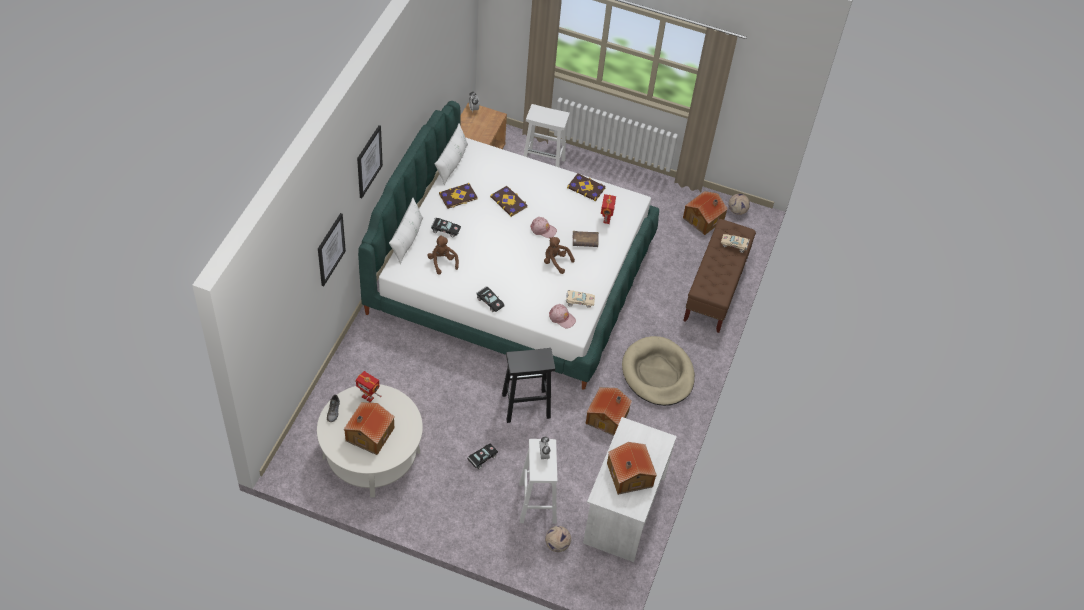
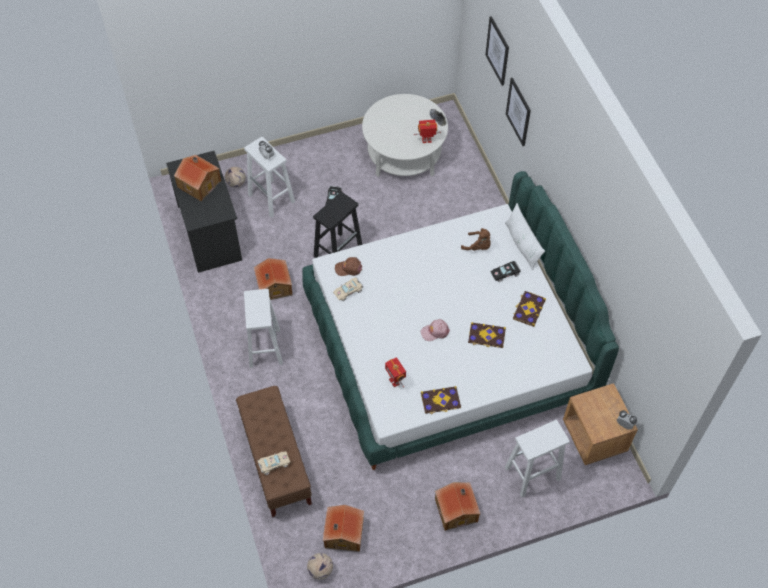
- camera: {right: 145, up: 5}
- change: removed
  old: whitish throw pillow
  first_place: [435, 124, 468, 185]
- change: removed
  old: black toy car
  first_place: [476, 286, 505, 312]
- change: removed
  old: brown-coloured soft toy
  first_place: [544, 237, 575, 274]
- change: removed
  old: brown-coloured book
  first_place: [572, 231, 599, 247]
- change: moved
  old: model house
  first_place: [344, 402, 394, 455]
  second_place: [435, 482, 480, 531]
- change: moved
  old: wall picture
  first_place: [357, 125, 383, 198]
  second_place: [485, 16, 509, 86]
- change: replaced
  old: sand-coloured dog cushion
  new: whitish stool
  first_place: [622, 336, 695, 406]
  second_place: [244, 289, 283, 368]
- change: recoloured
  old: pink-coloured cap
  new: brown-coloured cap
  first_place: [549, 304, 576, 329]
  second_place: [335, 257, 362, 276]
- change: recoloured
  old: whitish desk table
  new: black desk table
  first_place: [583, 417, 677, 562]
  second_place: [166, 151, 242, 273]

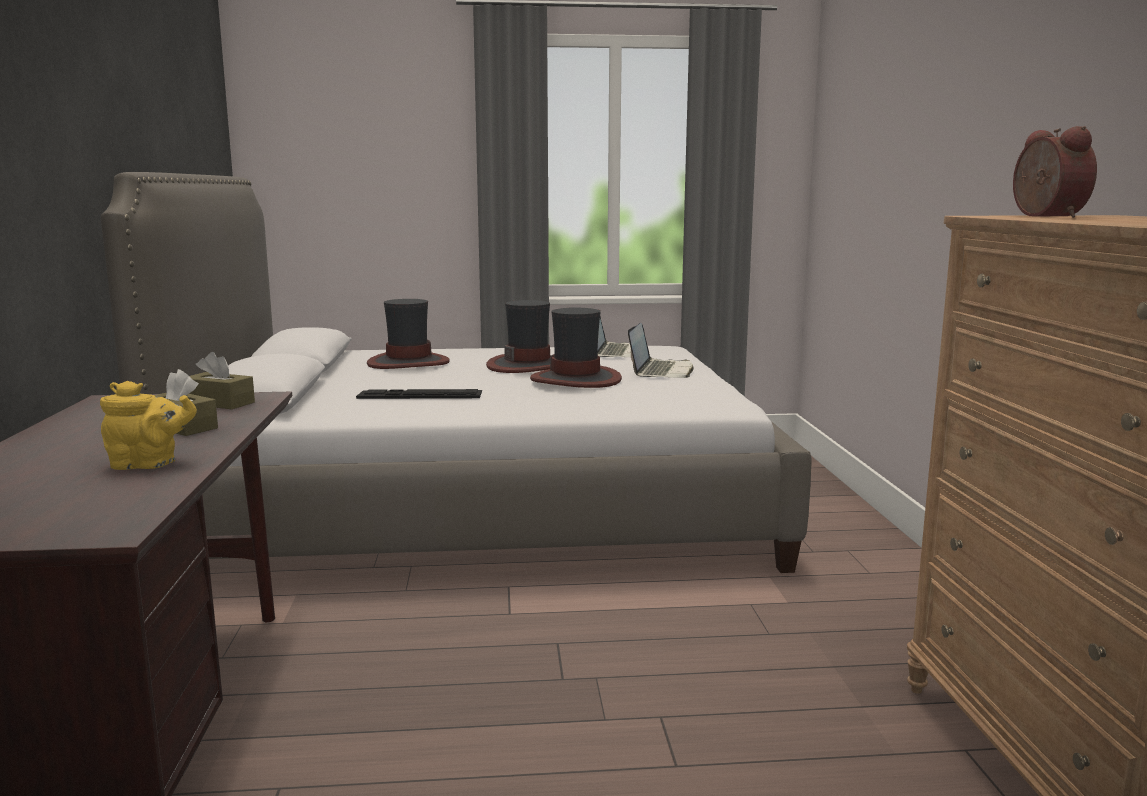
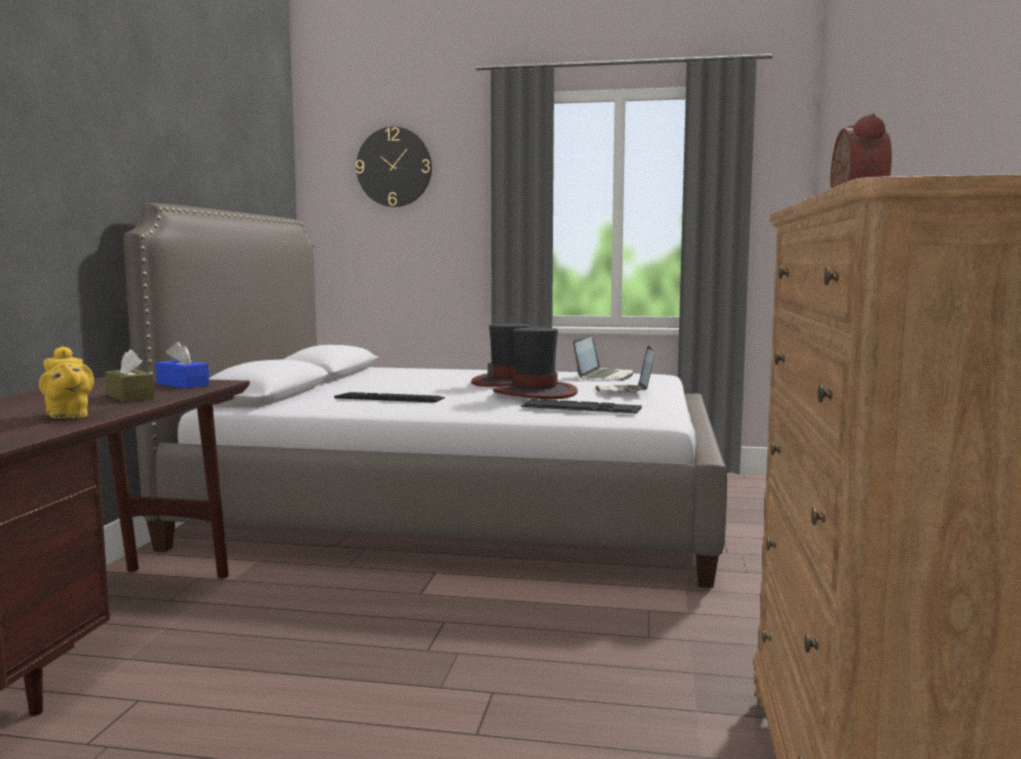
- camera: {right: 15, up: -5}
- change: removed
  old: wearable hat
  first_place: [367, 299, 450, 369]
- change: added
  new: wall clock
  second_place: [356, 127, 432, 207]
- change: added
  new: PC keyboard
  second_place: [521, 399, 642, 413]
- change: recoloured
  old: brown-coloured box of tissues
  new: bluish box of tissues
  first_place: [189, 352, 255, 409]
  second_place: [156, 342, 209, 389]
- change: turned
  old: yellowish tea pot
  first_place: [100, 381, 197, 470]
  second_place: [39, 346, 94, 418]
  degrees: 45
- change: turned
  old: portable computer
  first_place: [628, 323, 694, 378]
  second_place: [595, 346, 655, 392]
  degrees: 150

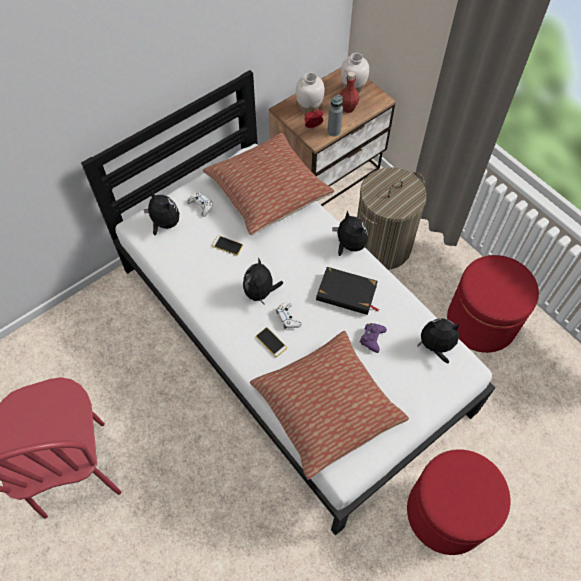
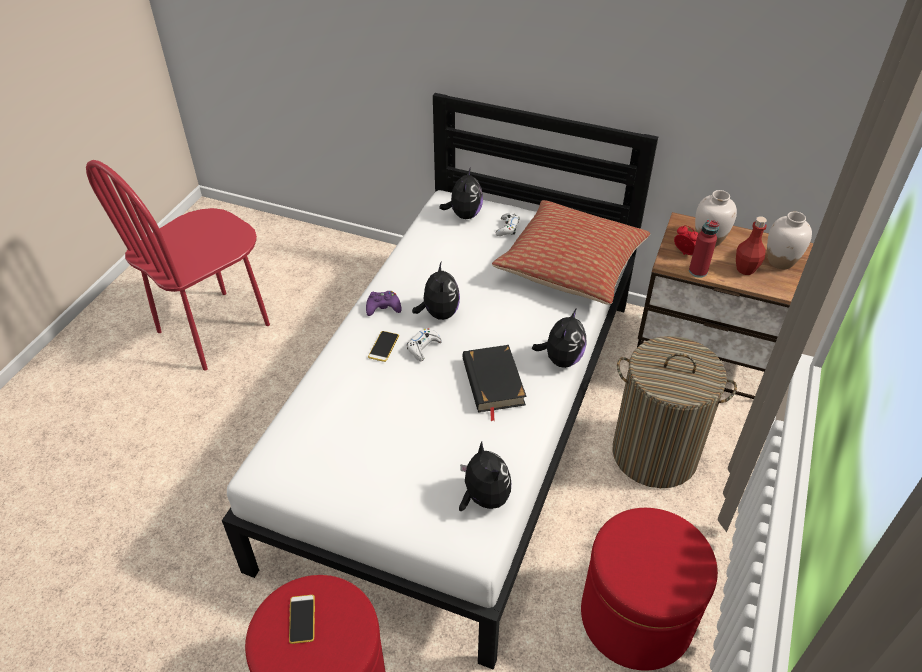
- camera: {right: 60, up: -15}
- change: removed
  old: throw pillow
  first_place: [250, 331, 409, 480]
- change: moved
  old: handset
  first_place: [212, 235, 243, 255]
  second_place: [289, 595, 315, 644]
- change: moved
  old: purple-coloured game controller
  first_place: [360, 323, 387, 353]
  second_place: [366, 291, 402, 316]
- change: recoloured
  old: grey drink bottle
  new: reddish drink bottle
  first_place: [327, 95, 343, 136]
  second_place: [689, 220, 719, 278]
- change: turned
  old: soft toy
  first_place: [243, 257, 283, 305]
  second_place: [412, 262, 460, 320]
  degrees: 105

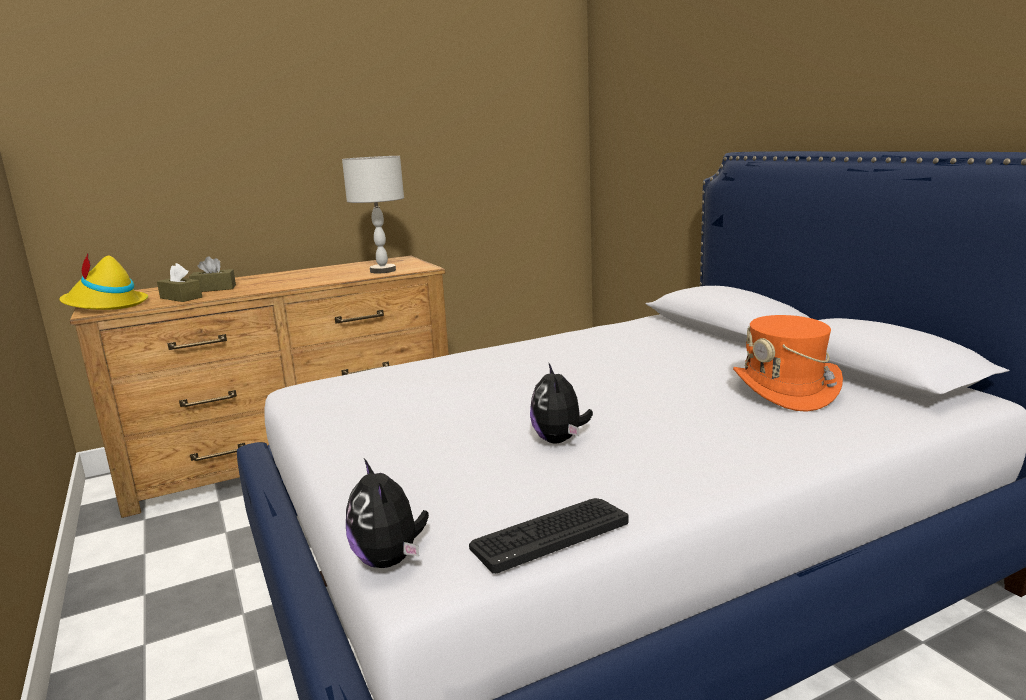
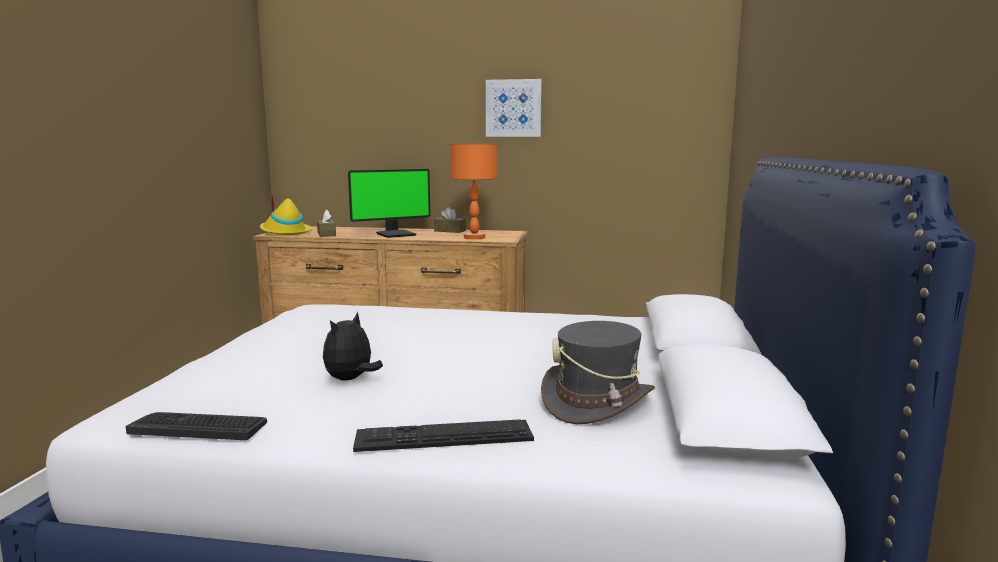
- camera: {right: 35, up: -5}
- change: removed
  old: soft toy
  first_place: [346, 459, 429, 568]
- change: added
  new: computer screen
  second_place: [348, 169, 430, 238]
- change: added
  new: PC keyboard
  second_place: [353, 419, 534, 452]
- change: added
  new: wall picture
  second_place: [486, 79, 542, 137]
- change: moved
  old: brown-coloured box of tissues
  first_place: [189, 256, 236, 292]
  second_place: [434, 207, 466, 233]
- change: recoloured
  old: grey lamp for a table
  new: orange lamp for a table
  first_place: [342, 156, 404, 274]
  second_place: [450, 144, 498, 239]
- change: recoloured
  old: orange wearable hat
  new: grey wearable hat
  first_place: [733, 315, 843, 412]
  second_place: [541, 321, 655, 424]

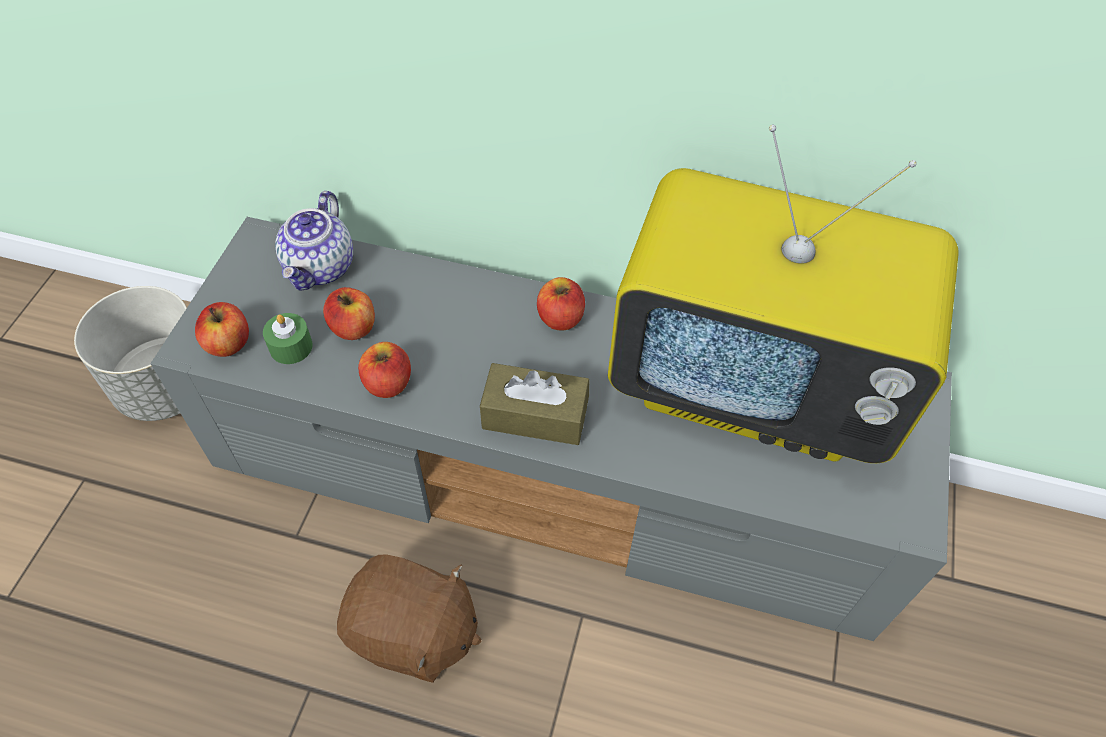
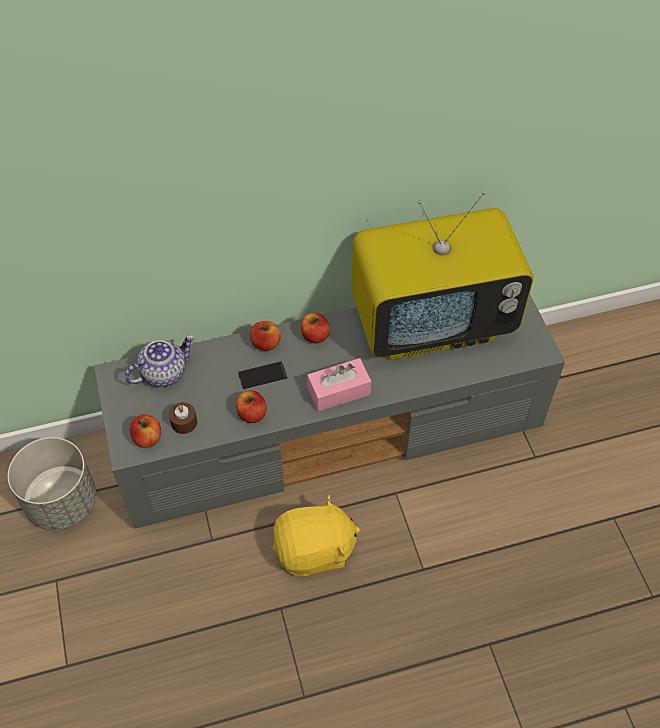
- camera: {right: -30, up: 0}
- change: added
  new: handset
  second_place: [238, 361, 288, 389]
- change: moved
  old: apple fruit
  first_place: [323, 287, 375, 340]
  second_place: [250, 321, 281, 351]
- change: recoloured
  old: green-coloured wax candle
  new: brown-coloured wax candle
  first_place: [263, 313, 313, 364]
  second_place: [169, 402, 197, 434]
- change: recoloured
  old: brown-coloured soft toy
  new: yellowish soft toy
  first_place: [337, 554, 481, 683]
  second_place: [273, 495, 360, 577]
- change: recoloured
  old: brown-coloured box of tissues
  new: pink-coloured box of tissues
  first_place: [480, 363, 589, 445]
  second_place: [307, 358, 371, 412]
- change: turned
  old: tea pot
  first_place: [275, 191, 353, 291]
  second_place: [125, 335, 195, 387]
  degrees: -105

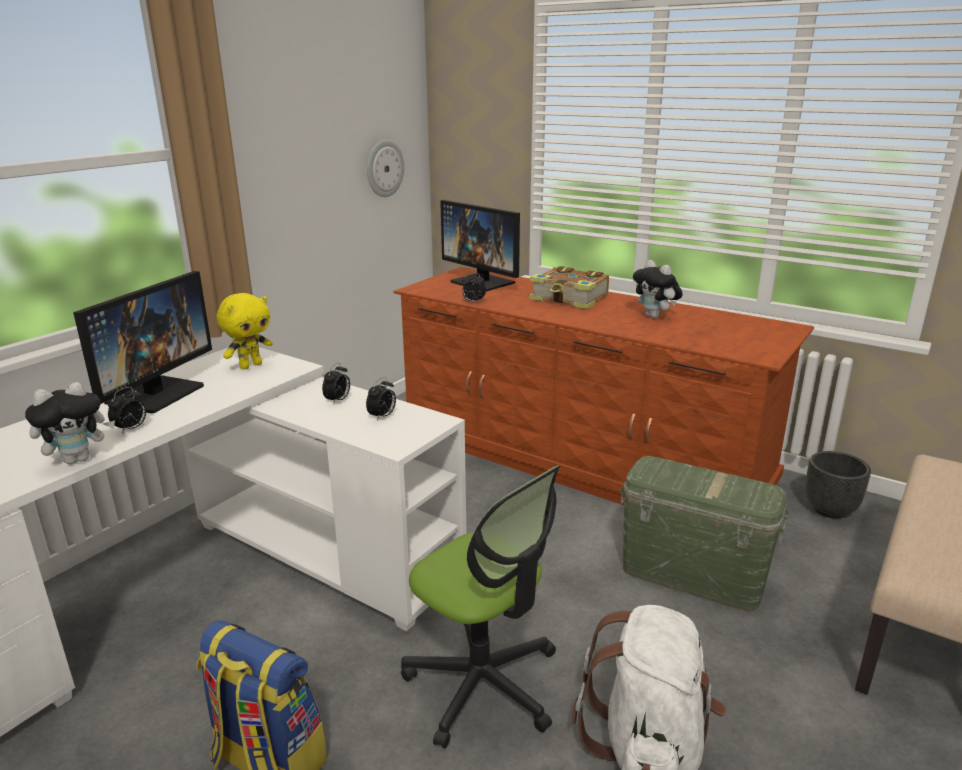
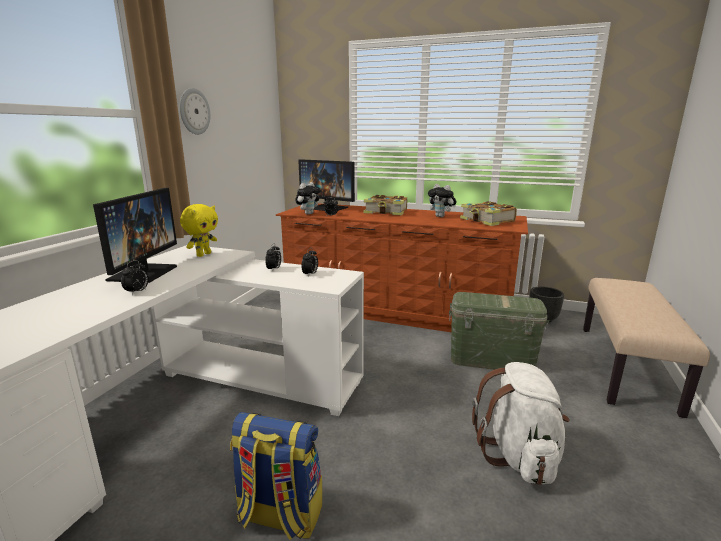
- camera: {right: -15, up: -5}
- change: removed
  old: desk chair
  first_place: [401, 465, 560, 748]
- change: added
  new: book
  second_place: [460, 201, 517, 226]
- change: moved
  old: soft toy
  first_place: [25, 382, 115, 464]
  second_place: [295, 182, 321, 214]
- change: moved
  old: wall clock
  first_place: [367, 140, 404, 197]
  second_place: [180, 88, 210, 135]

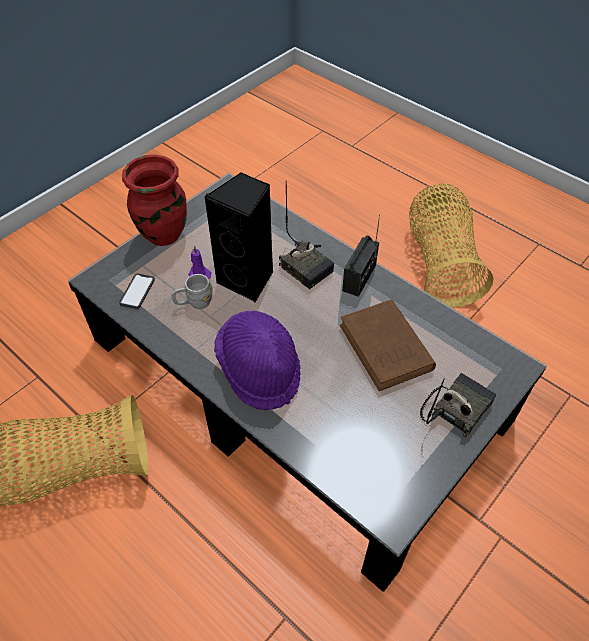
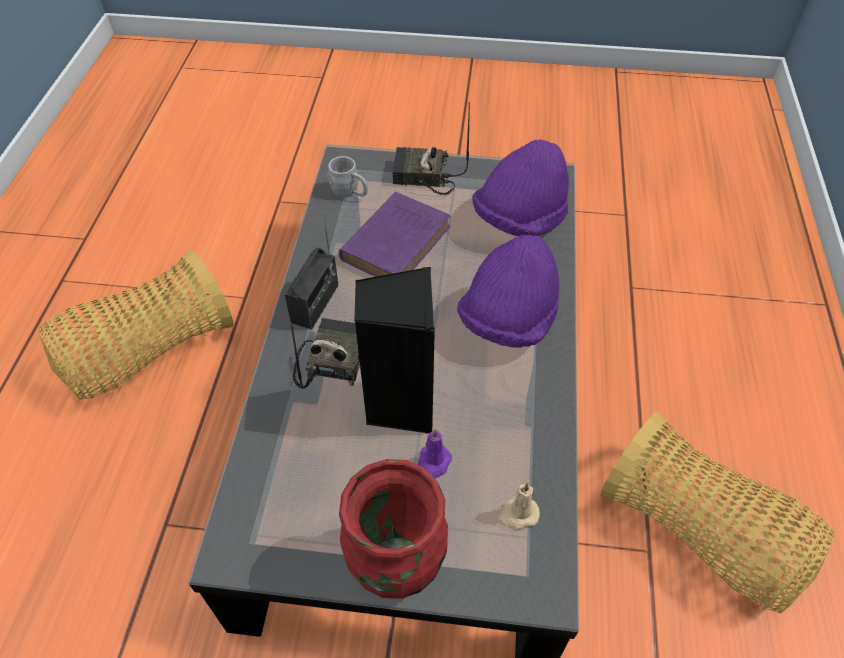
- camera: {right: -125, up: 0}
- change: added
  new: purple-coloured wearable hat
  second_place: [472, 139, 569, 236]
- change: moved
  old: grey tea mug
  first_place: [172, 274, 213, 309]
  second_place: [327, 156, 368, 198]
- change: replaced
  old: handset
  new: sand-coloured wax candle
  first_place: [119, 274, 155, 309]
  second_place: [499, 483, 540, 530]
- change: recoloured
  old: brown-coloured book
  new: purple-coloured book
  first_place: [340, 300, 436, 391]
  second_place: [339, 192, 451, 277]
- change: turned
  old: radio
  first_place: [342, 214, 380, 297]
  second_place: [285, 220, 338, 329]
  degrees: 120

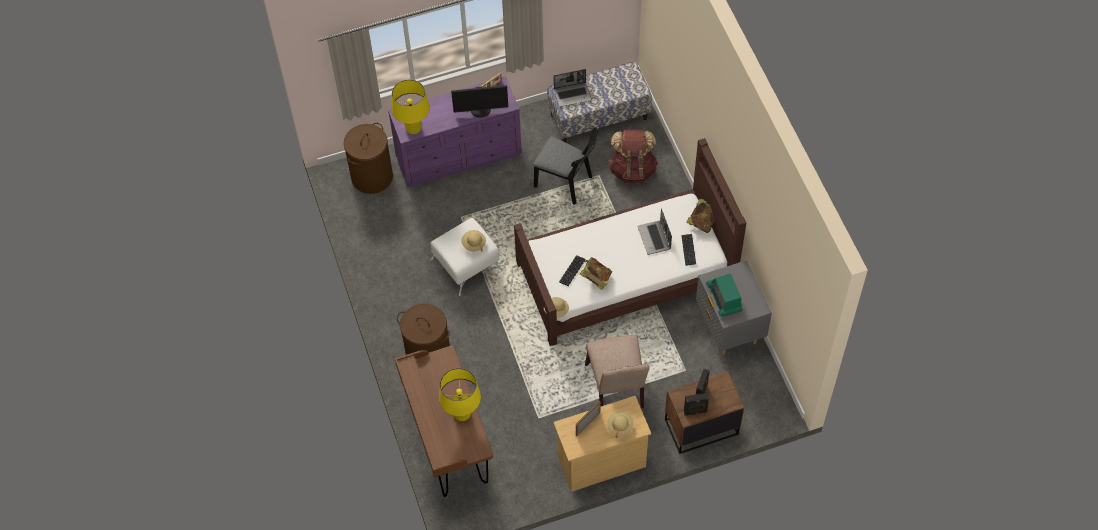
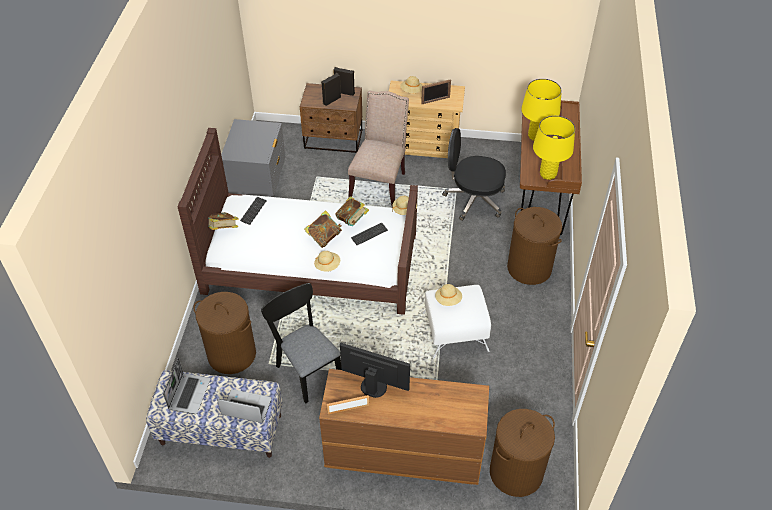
- camera: {right: -155, up: -10}
- change: removed
  old: radio
  first_place: [706, 274, 742, 317]
- change: added
  new: book
  second_place: [304, 210, 342, 248]
- change: added
  new: sand-coloured wearable hat
  second_place: [314, 251, 340, 272]
- change: added
  new: black desk chair
  second_place: [442, 128, 506, 221]
- change: moved
  old: yellowish lamp for a table
  first_place: [392, 80, 430, 134]
  second_place: [533, 116, 575, 180]
- change: moved
  old: portable computer
  first_place: [638, 208, 672, 255]
  second_place: [163, 358, 211, 414]
- change: replaced
  old: brown-coloured rucksack
  new: brown-coloured washing basket
  first_place: [609, 130, 658, 184]
  second_place: [193, 292, 256, 374]
- change: recoloured
  old: purple-coloured drawer chest
  new: brown-coloured drawer chest
  first_place: [388, 76, 522, 187]
  second_place: [319, 369, 489, 485]

